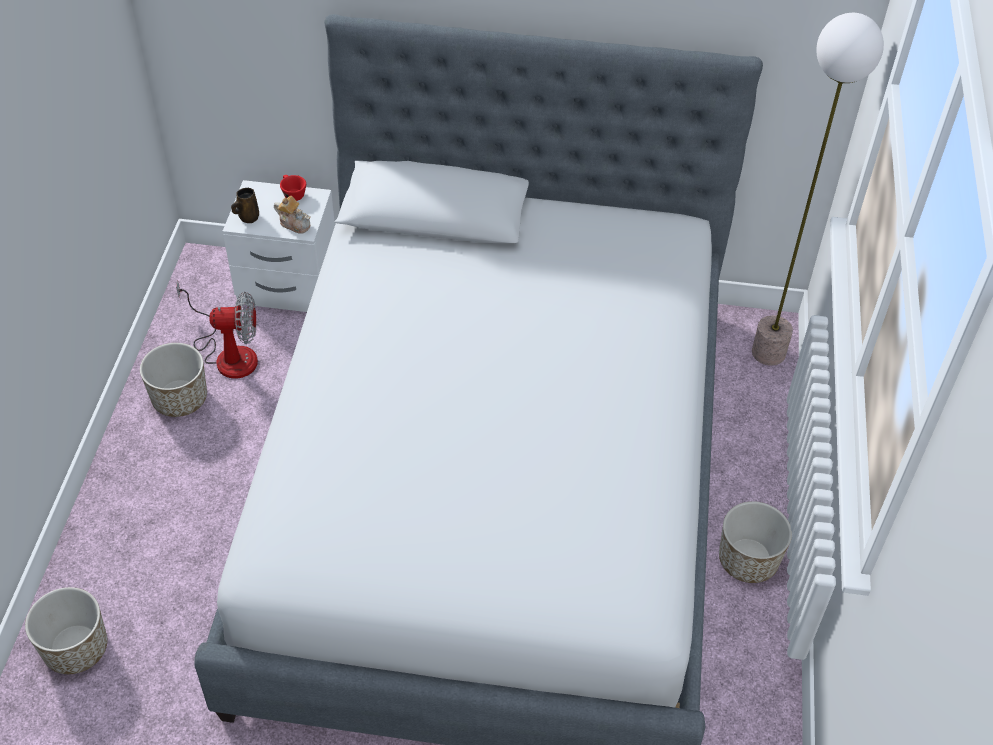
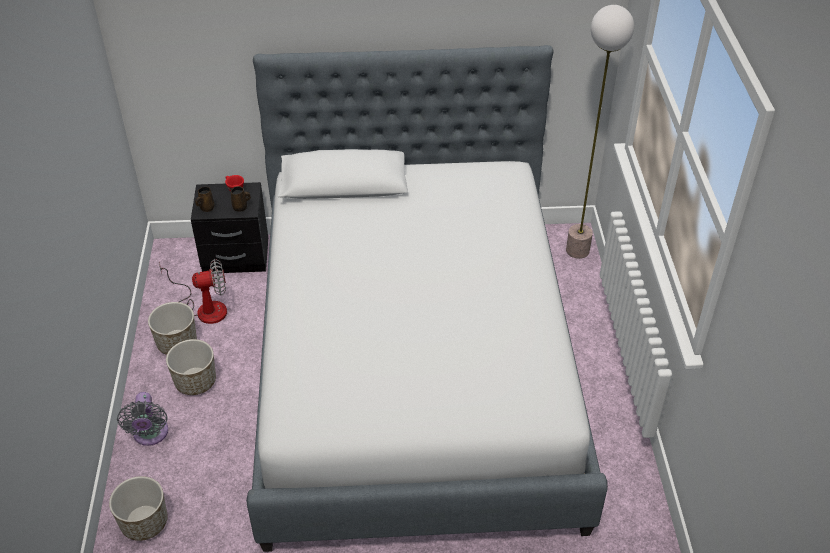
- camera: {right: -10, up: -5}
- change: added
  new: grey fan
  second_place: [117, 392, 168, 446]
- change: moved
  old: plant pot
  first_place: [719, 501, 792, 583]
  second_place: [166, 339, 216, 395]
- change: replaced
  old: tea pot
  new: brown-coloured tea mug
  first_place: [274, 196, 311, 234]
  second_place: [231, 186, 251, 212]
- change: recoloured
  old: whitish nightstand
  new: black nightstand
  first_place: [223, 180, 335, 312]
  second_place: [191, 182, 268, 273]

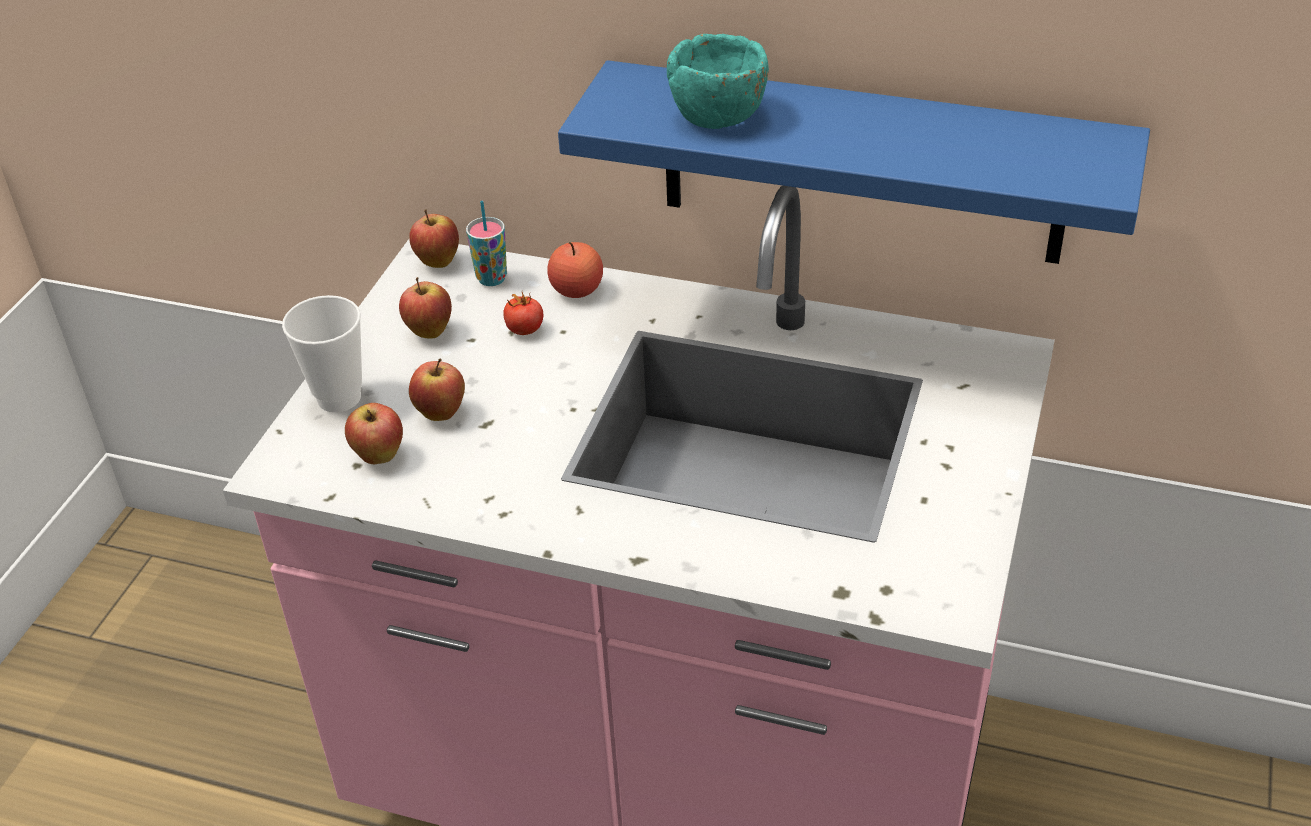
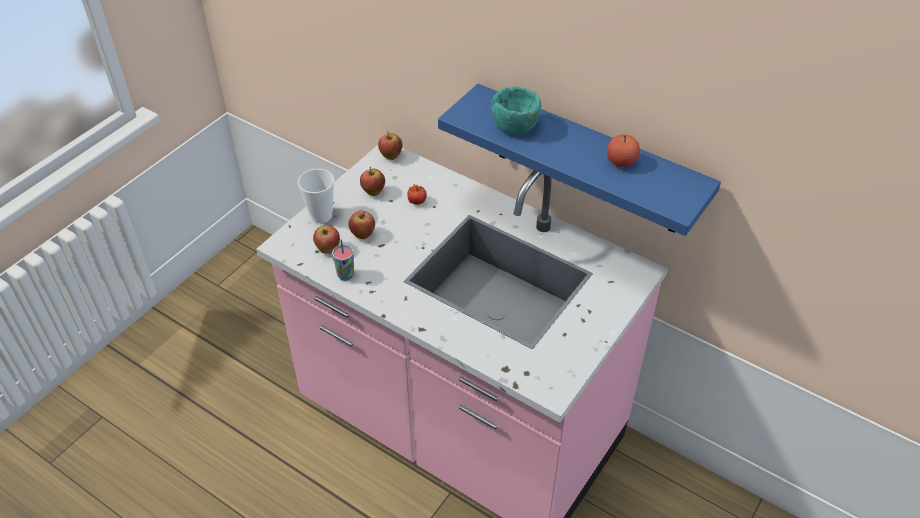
- camera: {right: 15, up: 5}
- change: moved
  old: small cup
  first_place: [466, 201, 507, 286]
  second_place: [332, 239, 354, 281]
- change: moved
  old: apple fruit
  first_place: [547, 242, 603, 298]
  second_place: [607, 134, 640, 167]

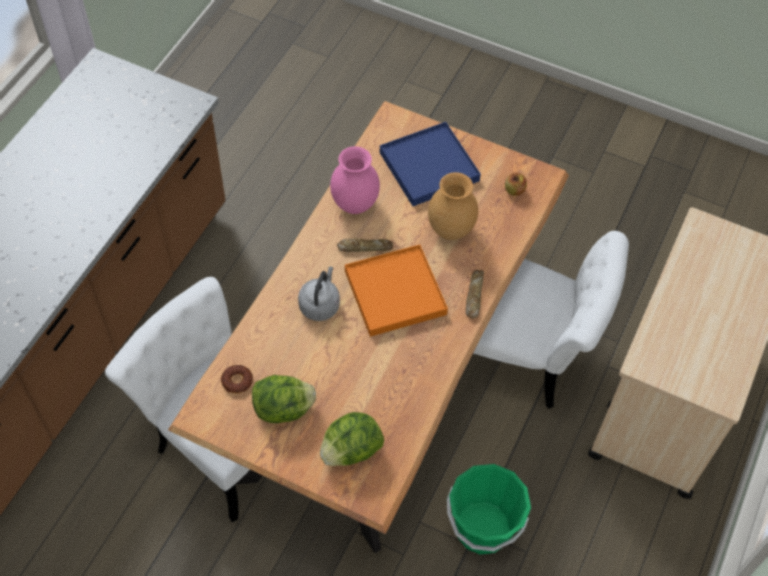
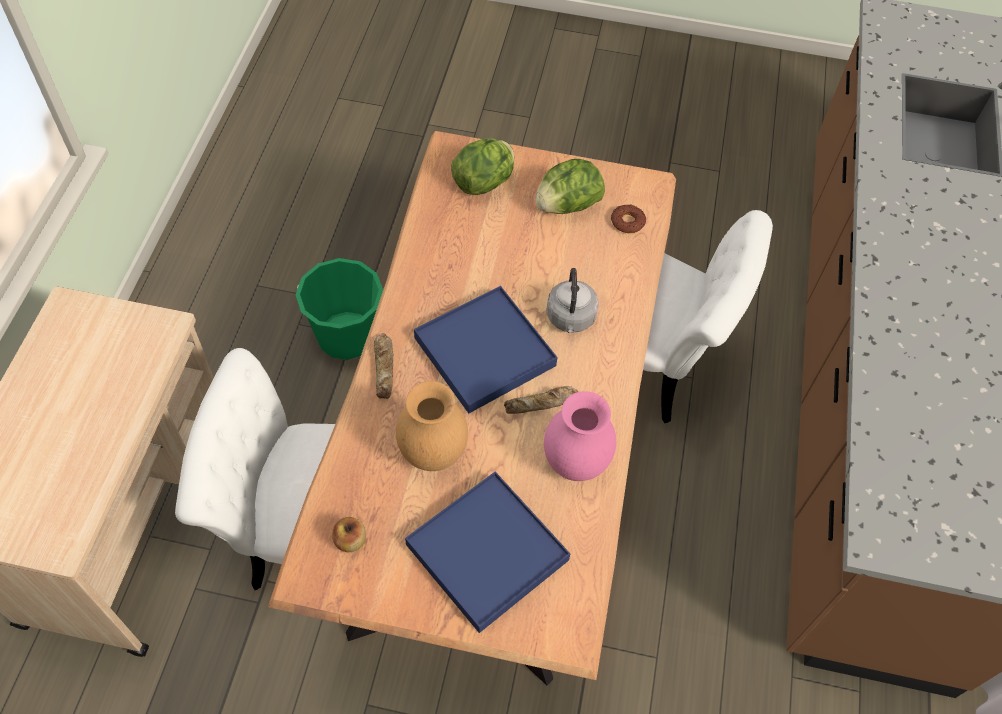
- camera: {right: 165, up: 0}
- change: recoloured
  old: orange tray
  new: bluish tray
  first_place: [345, 244, 448, 337]
  second_place: [414, 286, 558, 413]

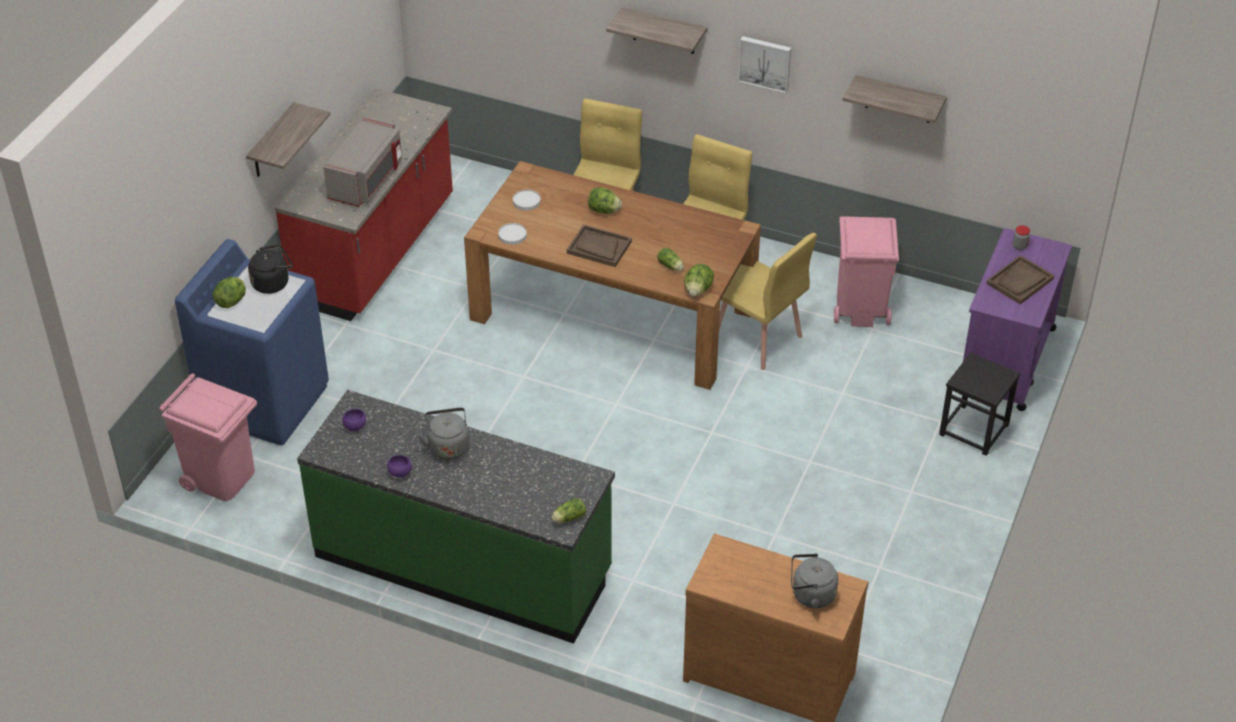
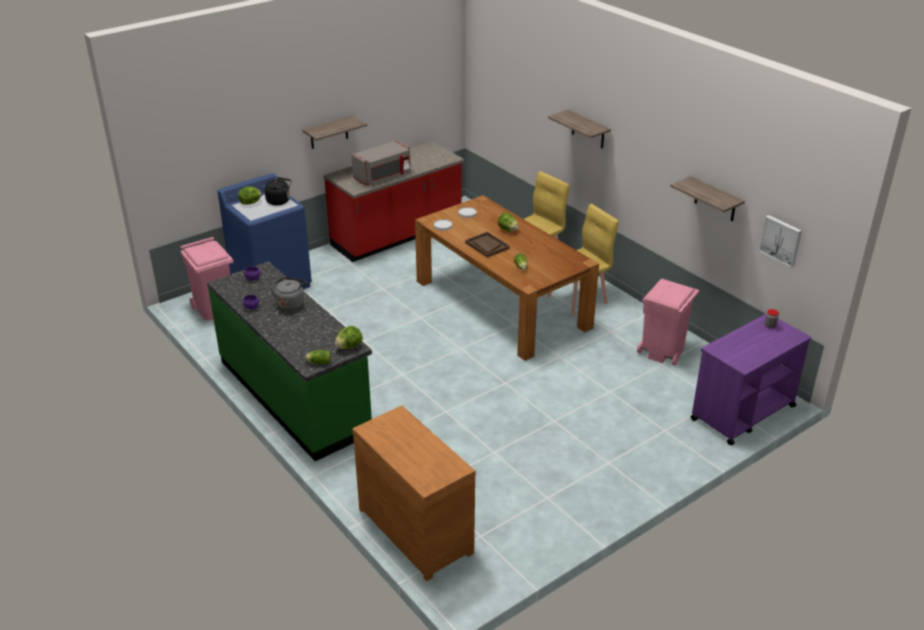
- camera: {right: 30, up: -10}
- change: removed
  old: yellowish upright chair
  first_place: [719, 233, 817, 370]
- change: removed
  old: grey water kettle
  first_place: [791, 554, 838, 608]
- change: removed
  old: black stool
  first_place: [939, 353, 1020, 456]
- change: removed
  old: brown-coloured tray
  first_place: [986, 255, 1054, 305]
- change: moved
  old: head of lettuce
  first_place: [684, 264, 714, 297]
  second_place: [335, 326, 363, 349]
- change: moved
  old: wall picture
  first_place: [738, 36, 791, 94]
  second_place: [759, 215, 802, 267]

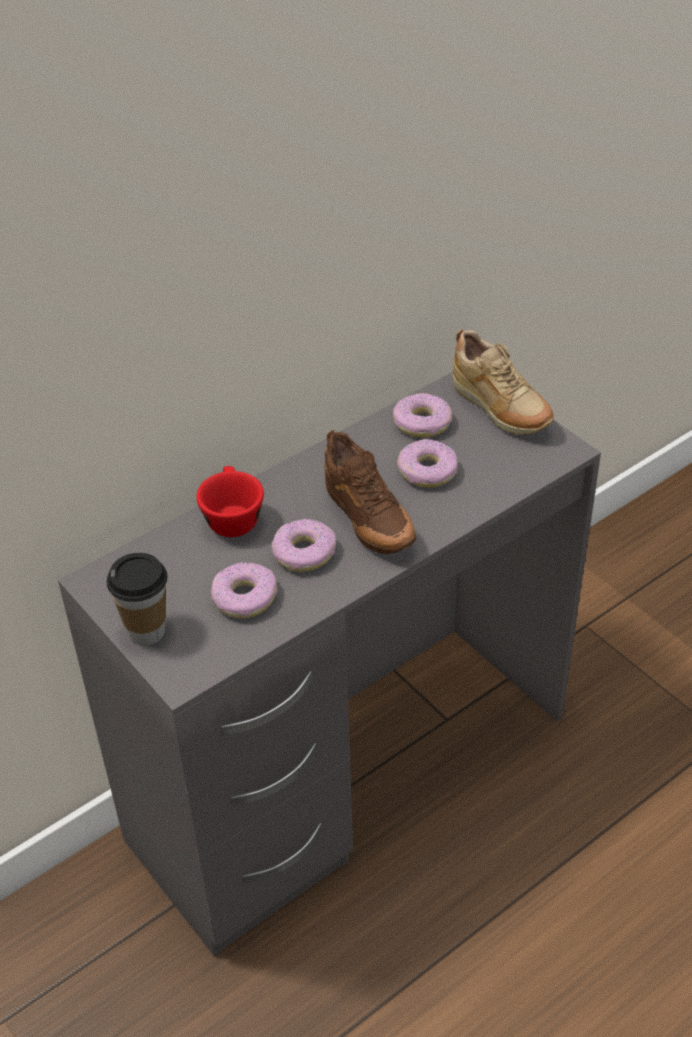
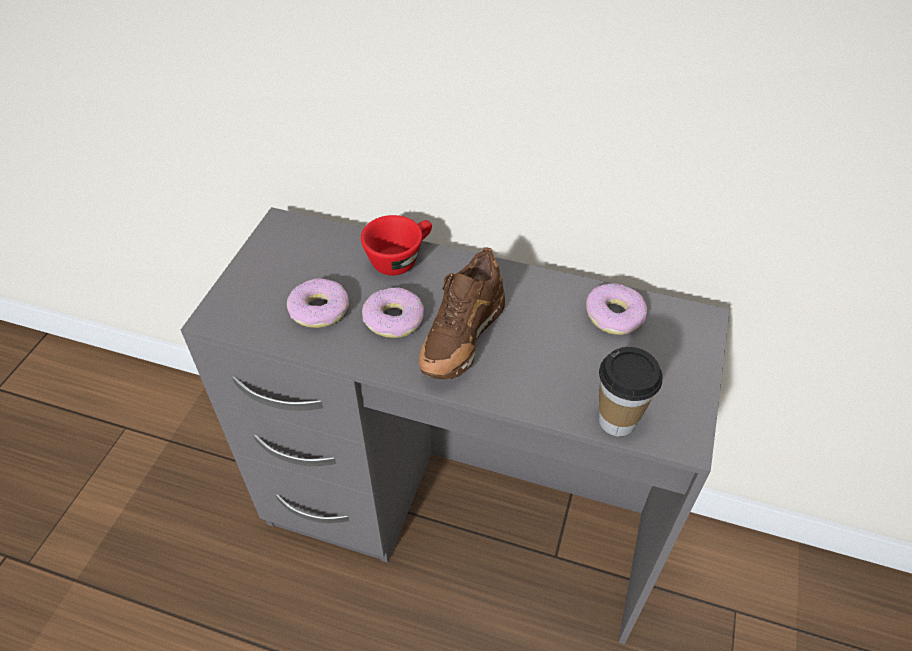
- camera: {right: 55, up: 5}
- change: removed
  old: donut
  first_place: [397, 439, 458, 488]
- change: removed
  old: sand-coloured shoe
  first_place: [453, 329, 554, 435]
- change: moved
  old: small cup
  first_place: [107, 553, 168, 646]
  second_place: [599, 347, 662, 437]

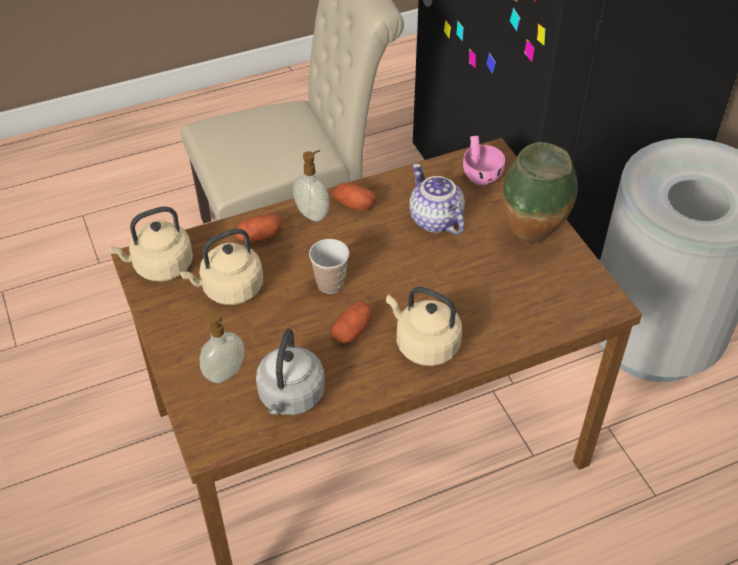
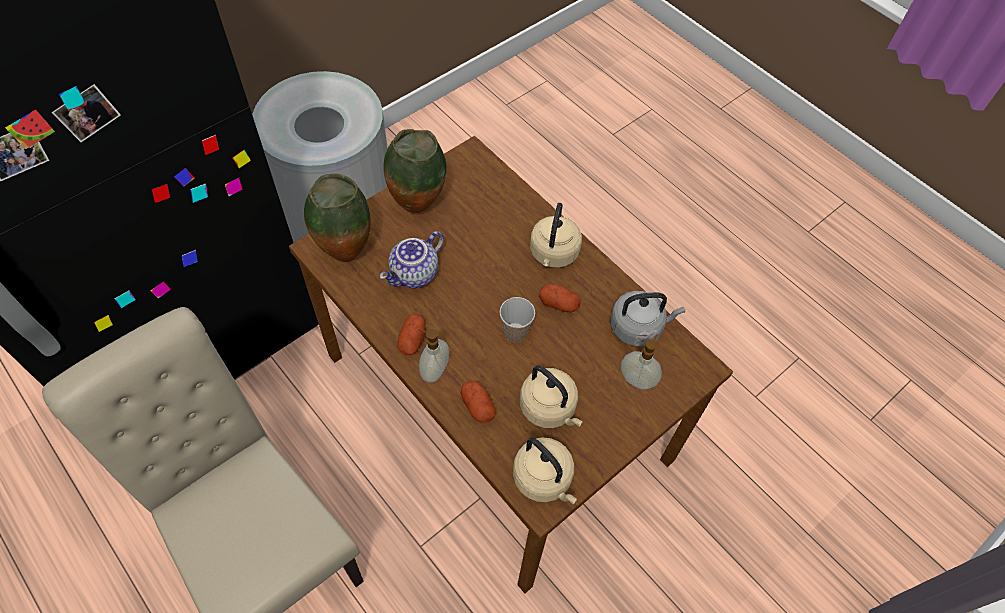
- camera: {right: -110, up: 10}
- change: replaced
  old: pink-coloured small cup
  new: decorative vase
  first_place: [463, 136, 505, 185]
  second_place: [304, 173, 371, 262]

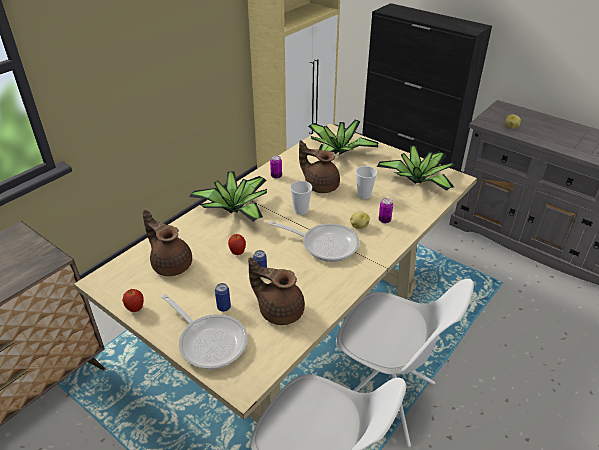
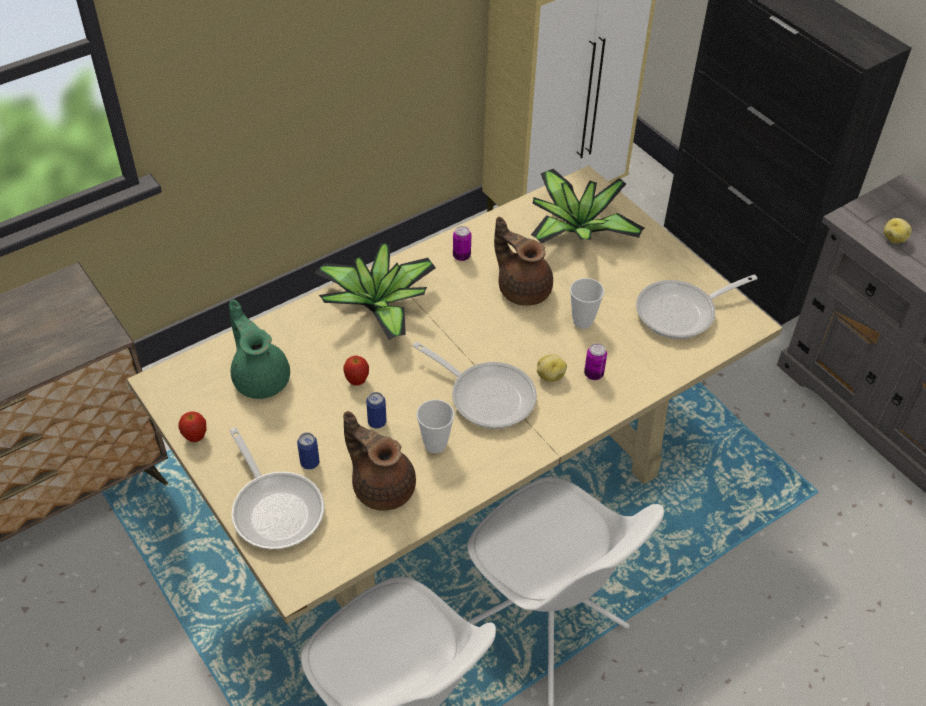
- camera: {right: 15, up: 10}
- change: moved
  old: small cup
  first_place: [290, 181, 312, 215]
  second_place: [416, 400, 454, 453]
- change: replaced
  old: plant in a pot
  new: frying pan
  first_place: [377, 146, 454, 191]
  second_place: [636, 275, 758, 339]
- change: recoloured
  old: brown-coloured tea pot
  new: green-coloured tea pot
  first_place: [143, 210, 192, 276]
  second_place: [229, 300, 290, 399]

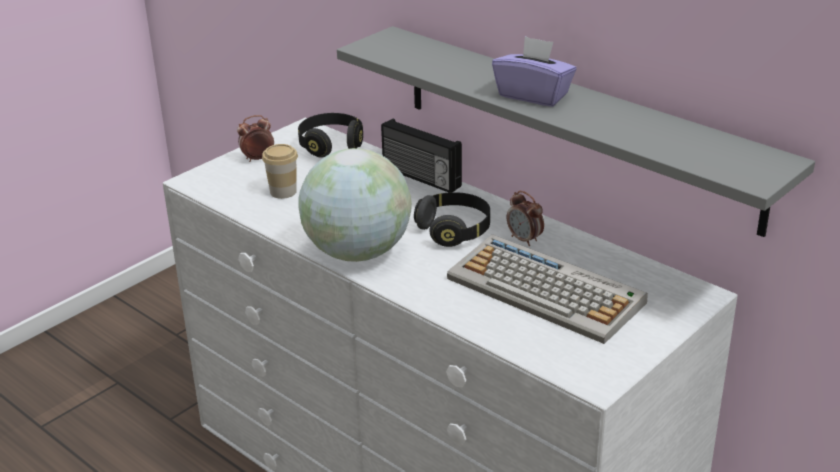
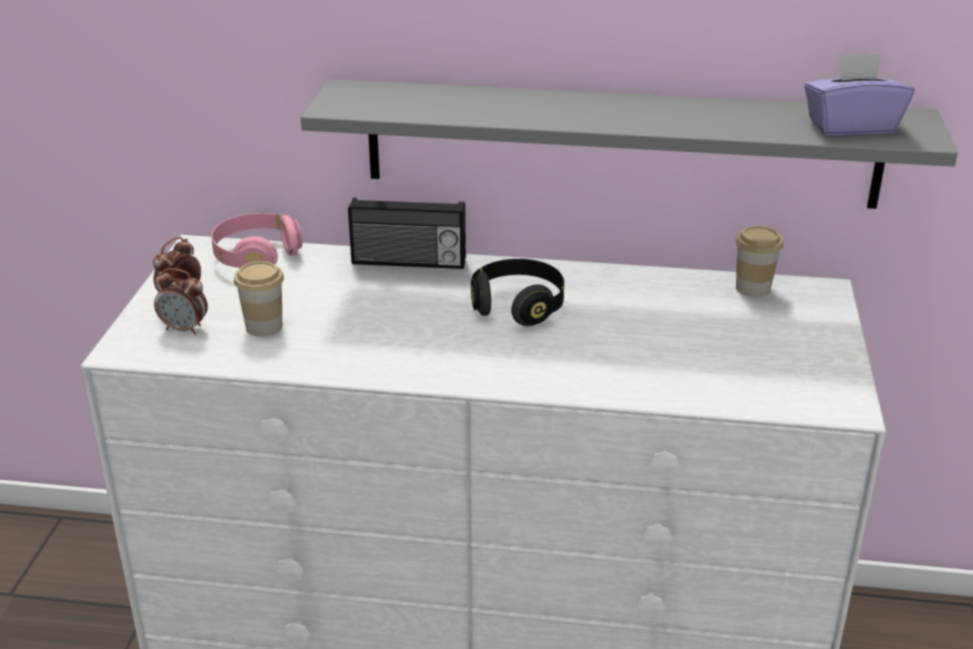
- camera: {right: -35, up: 0}
- change: removed
  old: globe
  first_place: [298, 148, 412, 262]
- change: removed
  old: PC keyboard
  first_place: [447, 234, 648, 344]
- change: added
  new: small cup
  second_place: [735, 226, 783, 297]
- change: moved
  old: purple-coloured box of tissues
  first_place: [492, 36, 576, 107]
  second_place: [804, 54, 915, 136]
- change: moved
  old: alarm clock
  first_place: [507, 191, 544, 246]
  second_place: [154, 268, 208, 335]
- change: recoloured
  old: black pair of headphones
  new: pink-coloured pair of headphones
  first_place: [298, 113, 363, 158]
  second_place: [211, 213, 302, 268]

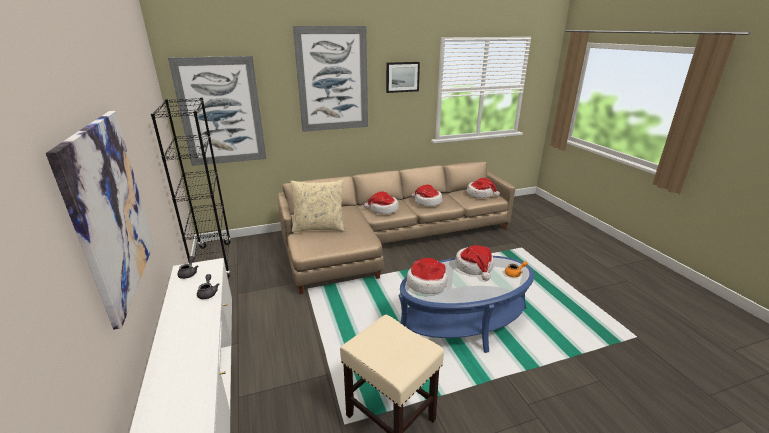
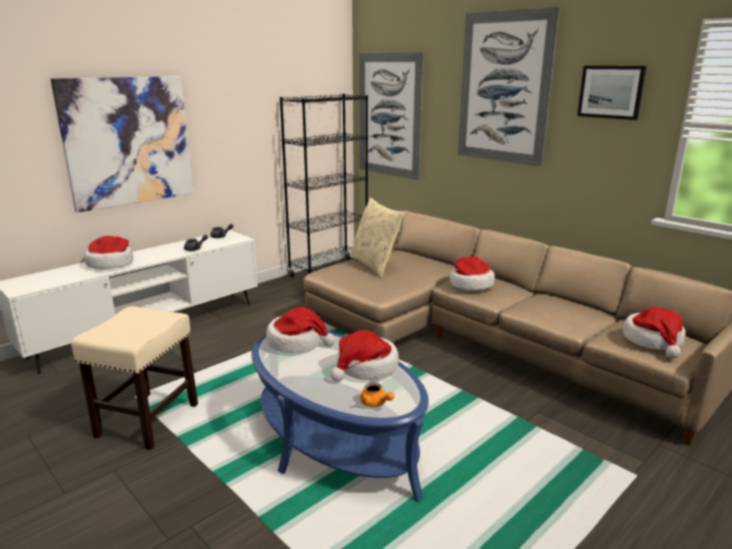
- camera: {right: 65, up: -5}
- change: moved
  old: wearable hat
  first_place: [411, 185, 443, 207]
  second_place: [85, 236, 133, 269]

